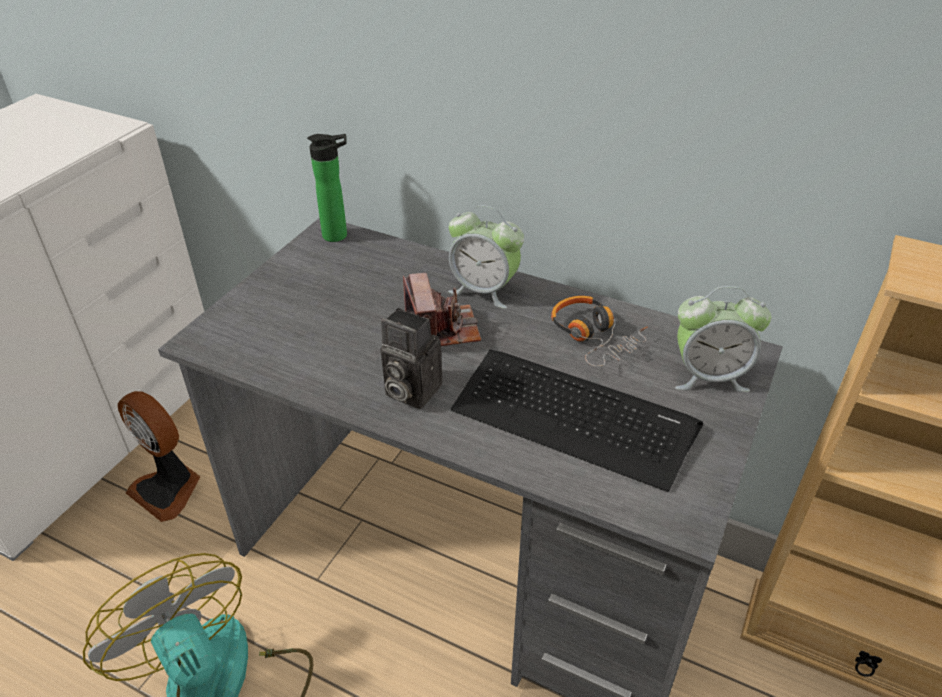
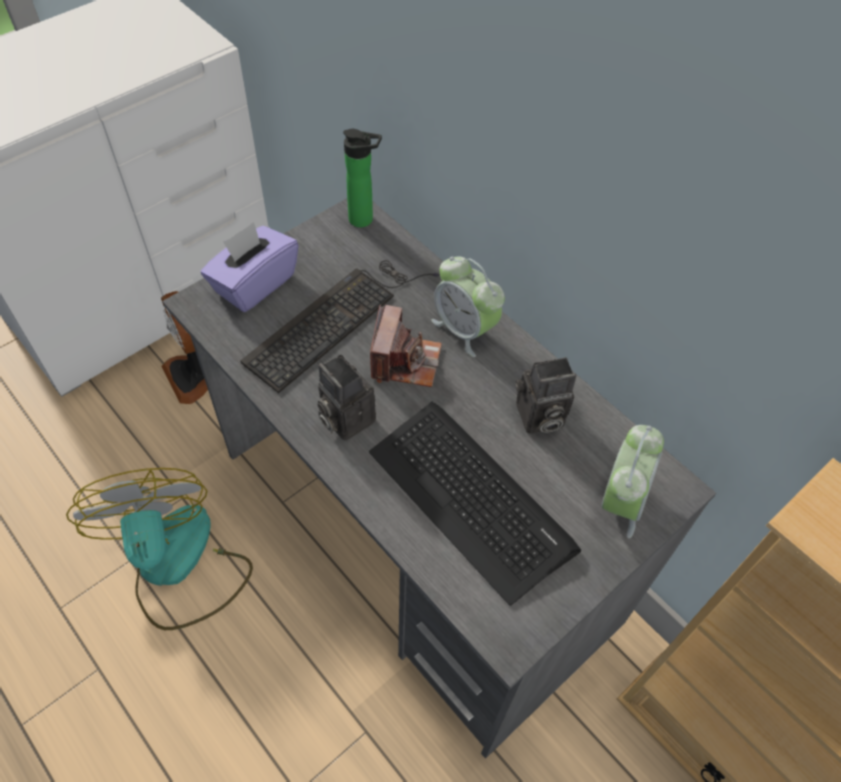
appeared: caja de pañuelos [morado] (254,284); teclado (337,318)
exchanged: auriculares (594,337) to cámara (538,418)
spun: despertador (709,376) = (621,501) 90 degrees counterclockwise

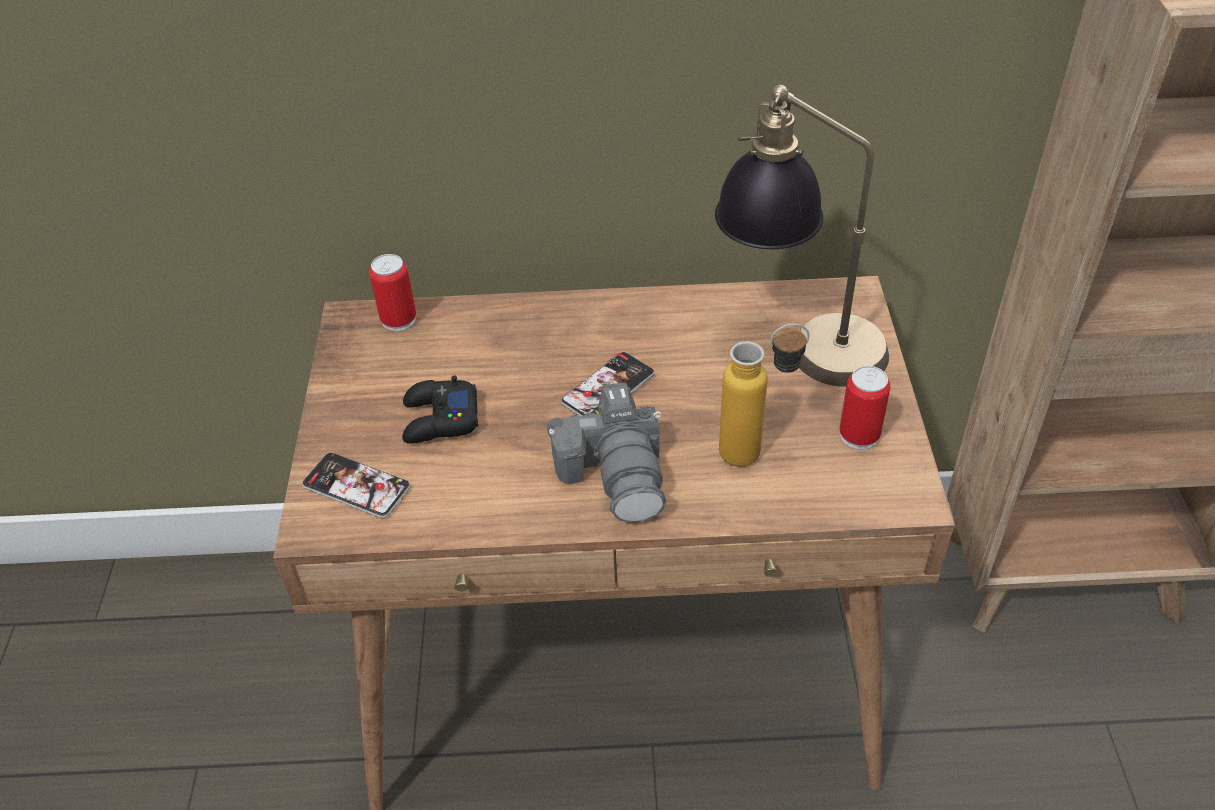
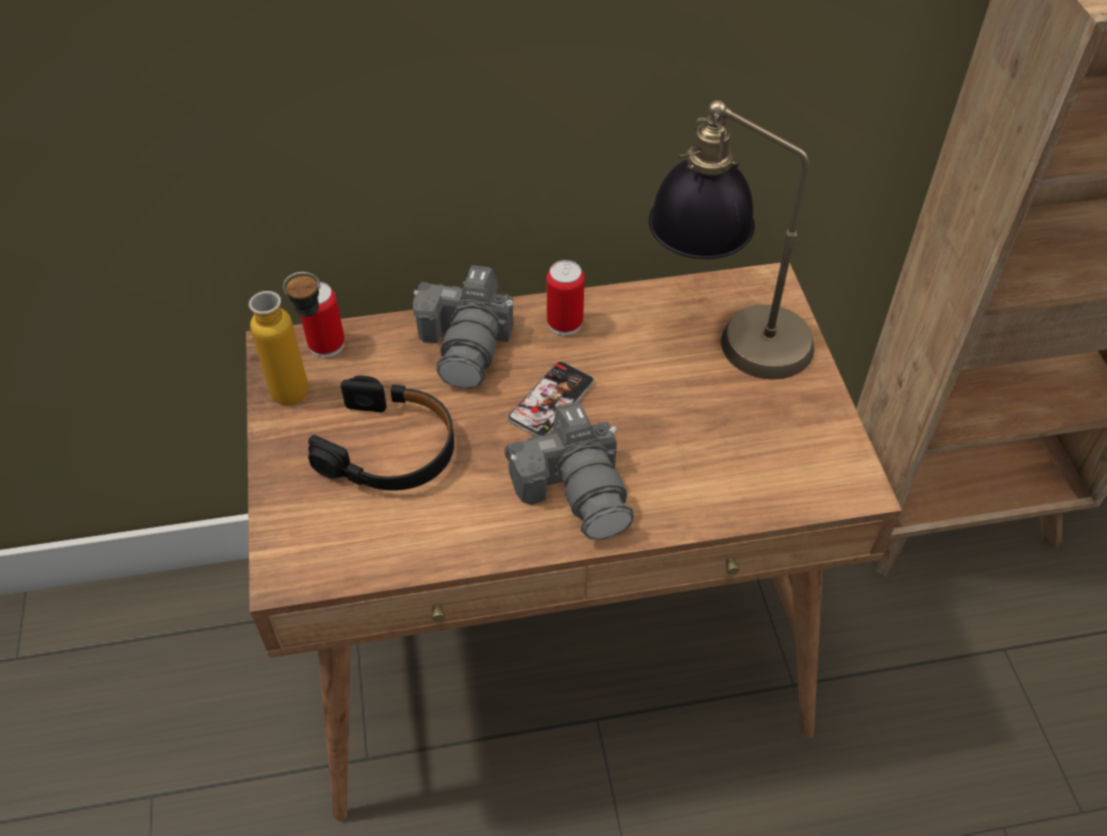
missing: móvil (356,486)
appeared: cámara (467,345)
relocated: botella (757,451) to (306,389); lata (859,435) to (564,323)
exchanged: mando de consola [negro] (439,419) to auriculares [negro] (390,448)

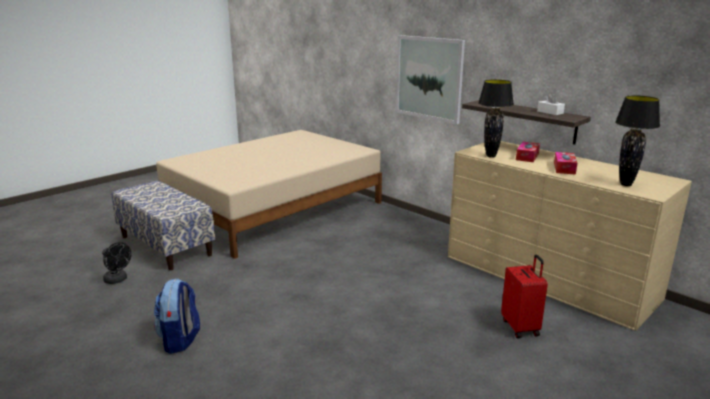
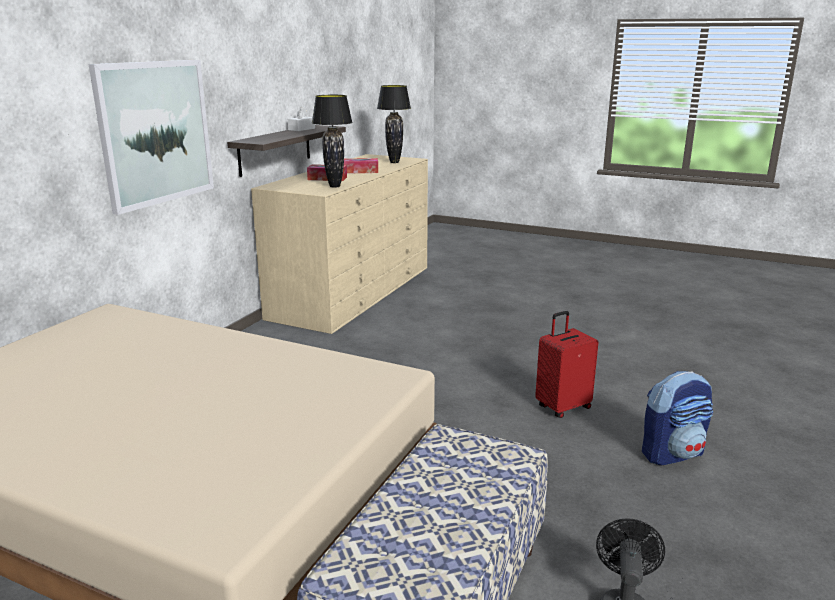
relocated: maleta [rojo] (521,327) to (562,407)

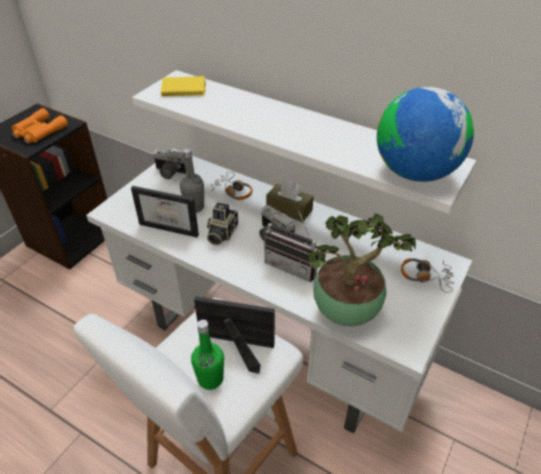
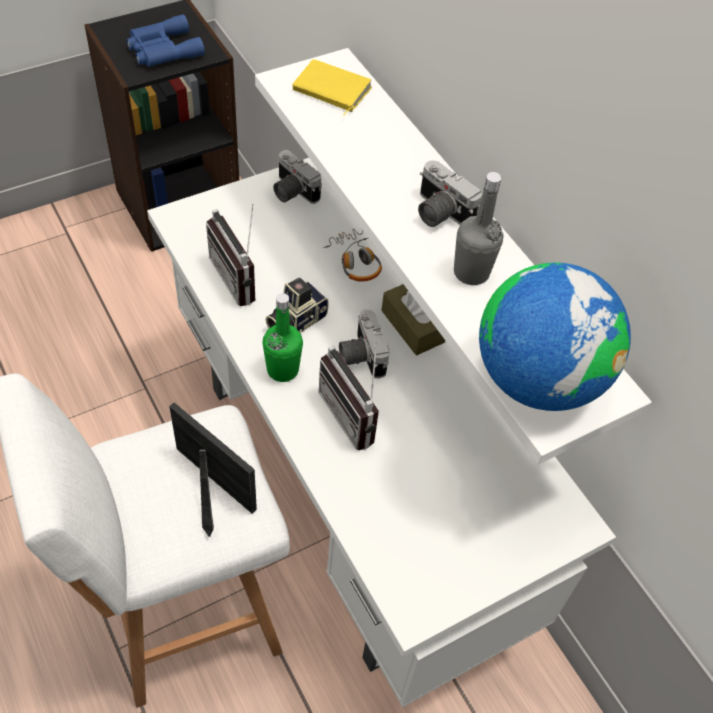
missing: planta en maceta (347,312); auriculares (425,277)
appeared: cámara (438,213)
relocated: botella [gris] (194,207) to (471,272); botella [verde] (210,379) to (282,370)
exchanged: portarretratos (172,226) to radio (241,278)
colour: prismáticos [naranja] (38,131) to prismáticos [azul] (162,49)

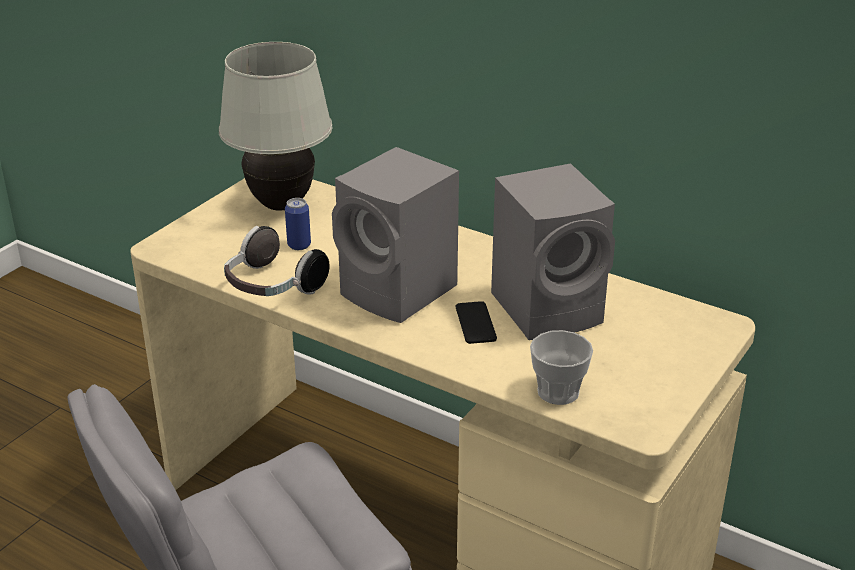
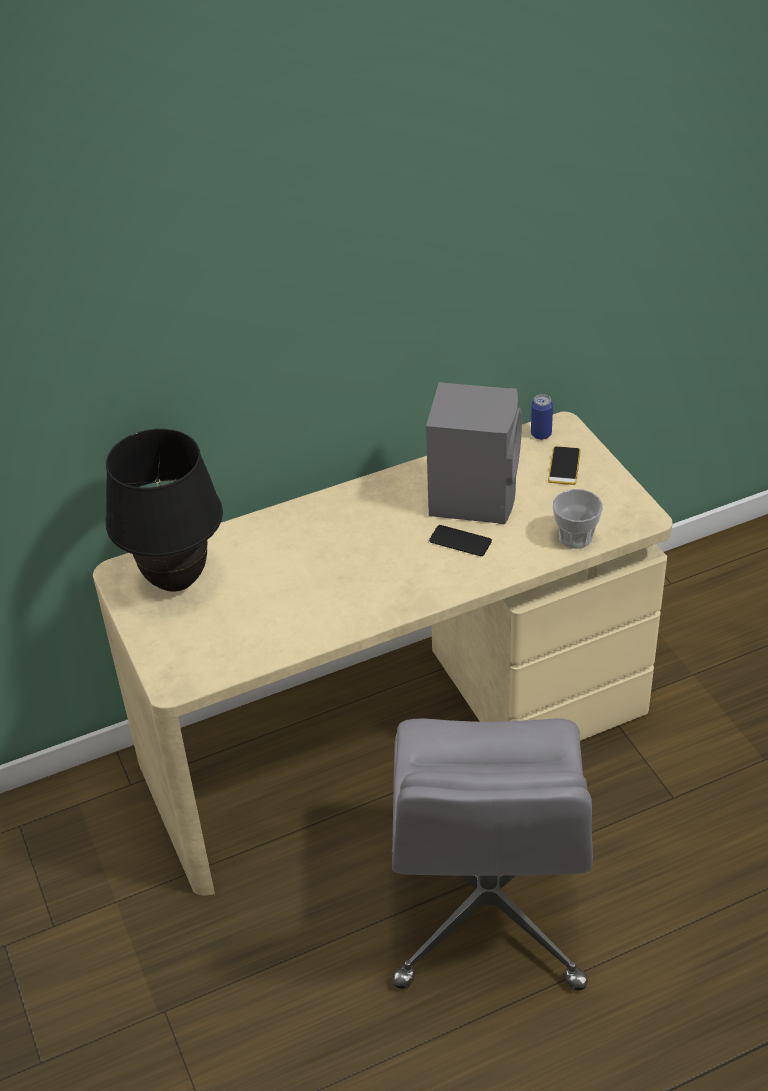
missing: auriculares (272,287); altavoz [gris] (401,293)
appeared: móvil (564,466)
relocated: lata (299,245) to (541,434)
colour: lámpara de mesa [blanco] (281,205) to lámpara de mesa [negro] (177,581)

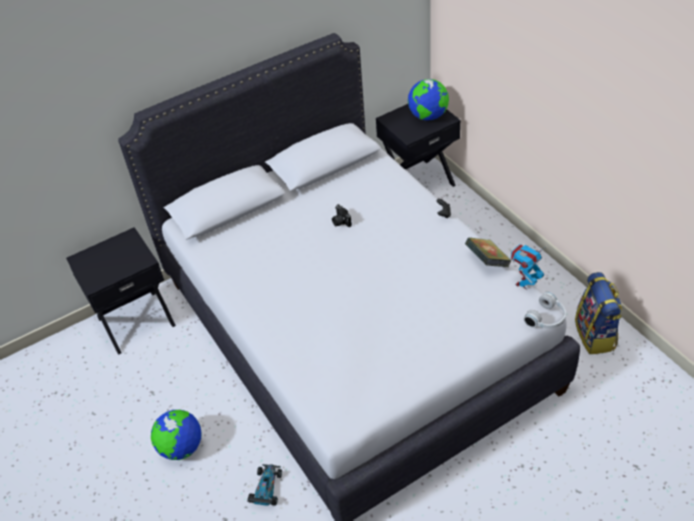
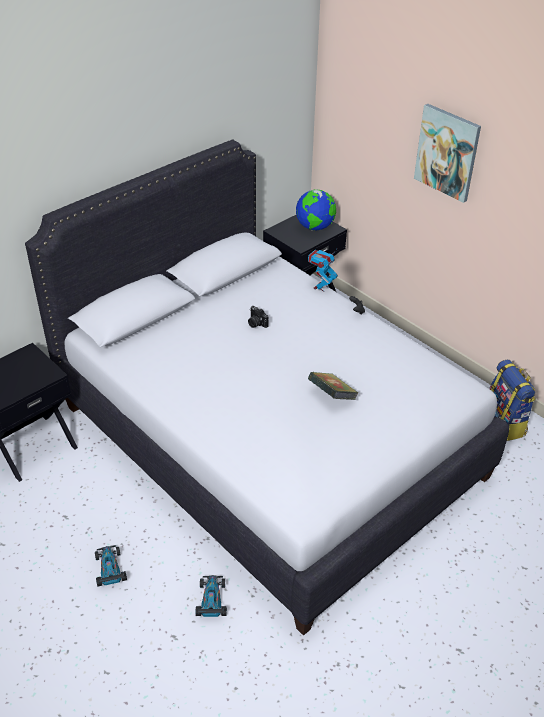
missing: auriculares [blanco] (547,318)
appeared: cuadro (447,152)
relocated: libro (487,261) to (332,396); robot de juguete (524,283) to (321,287)
exchanged: globo terráqueo (181,447) to coche de juguete (109,569)

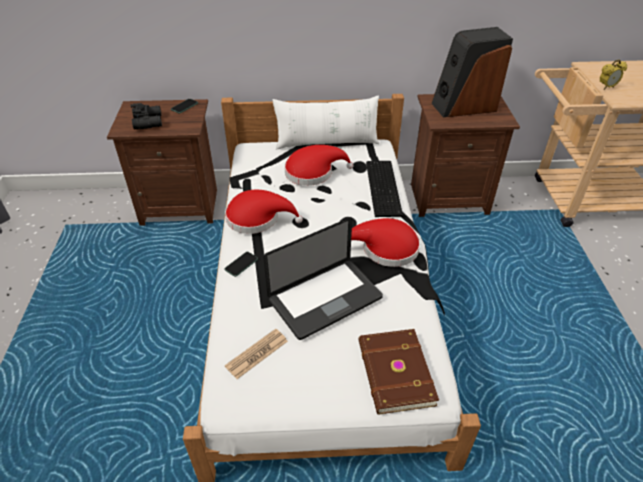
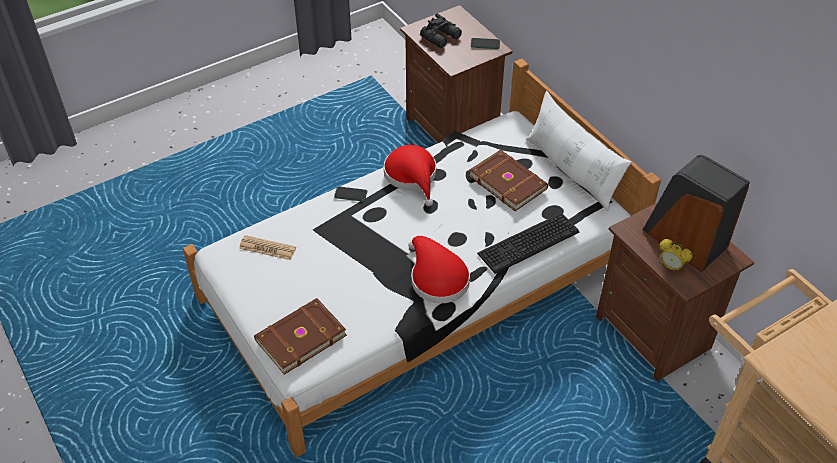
missing: portátil (325,299)
relocated: despertador (606,87) to (671,267)
exchanged: sombrero [rojo] (313,172) to libro [marrón] (508,181)

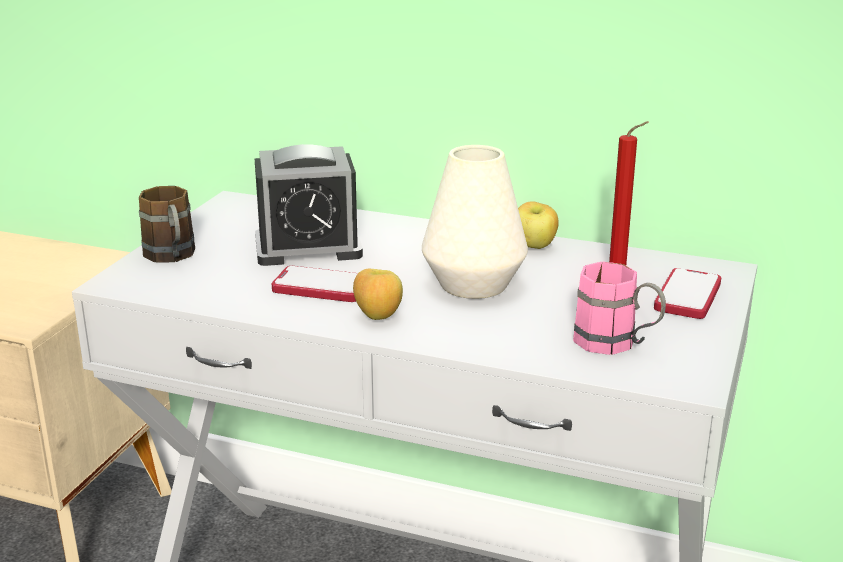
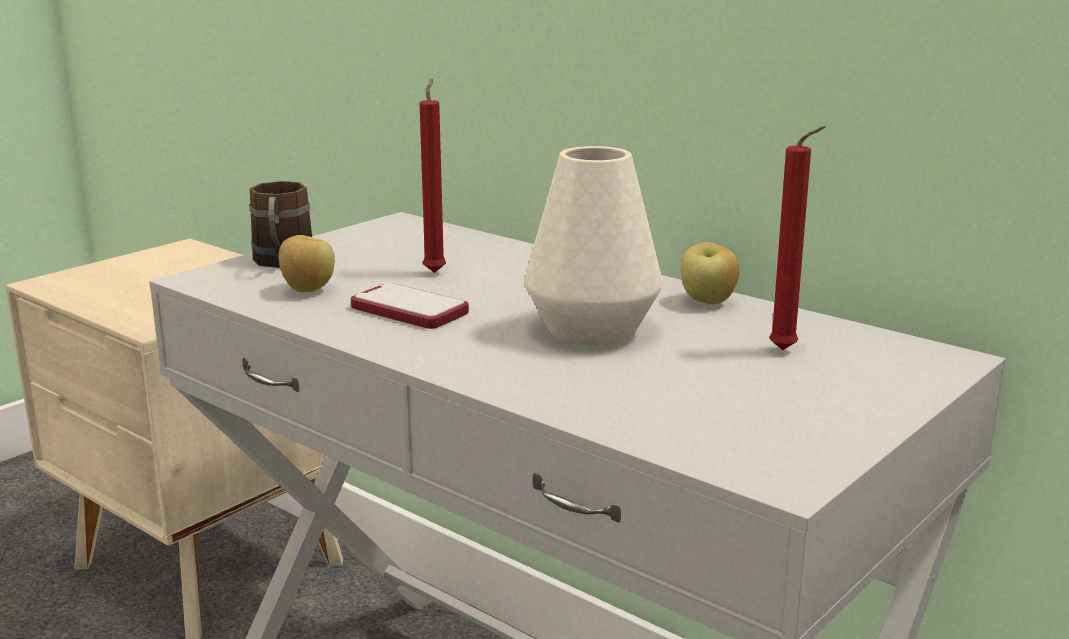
missing: taza grande [rosa] (617,344); móvil (687,296)
relocated: manzana (377,316) to (307,290)
exchanged: despertador (308,247) to vela [rojo] (435,271)

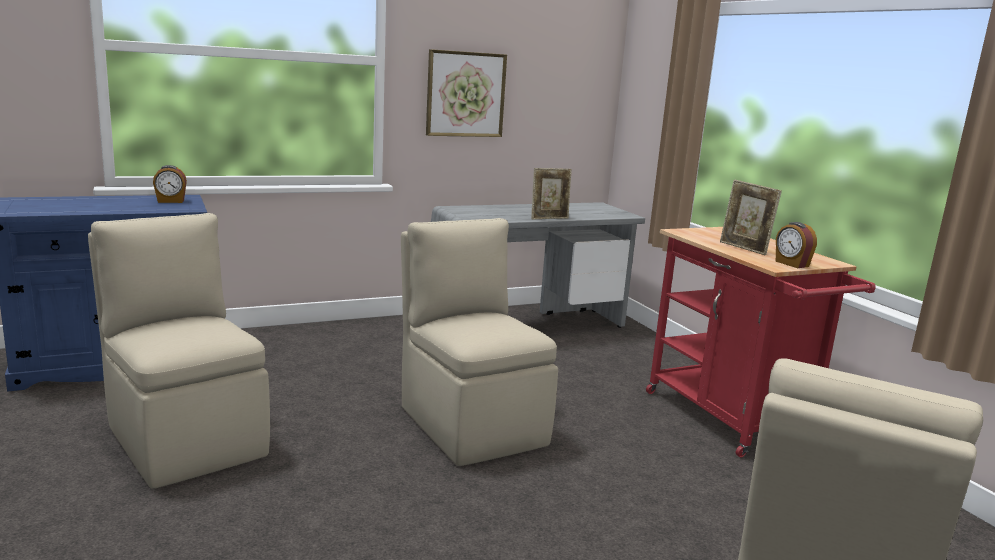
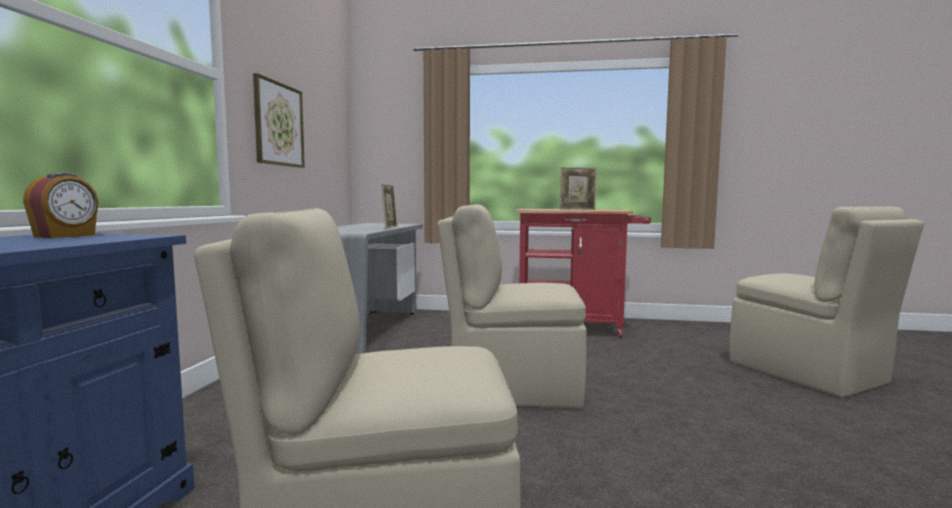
missing: despertador (791,264)

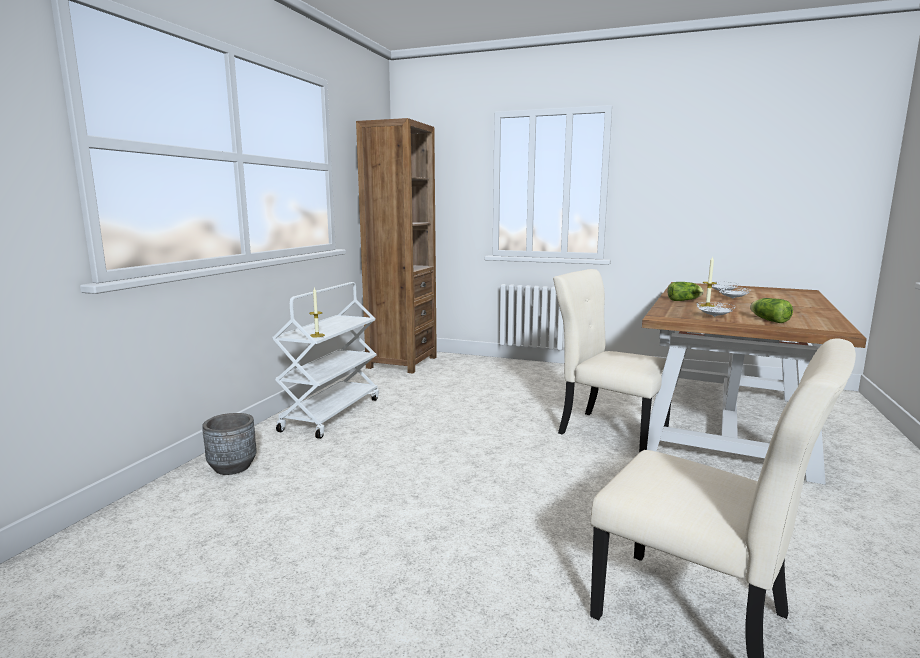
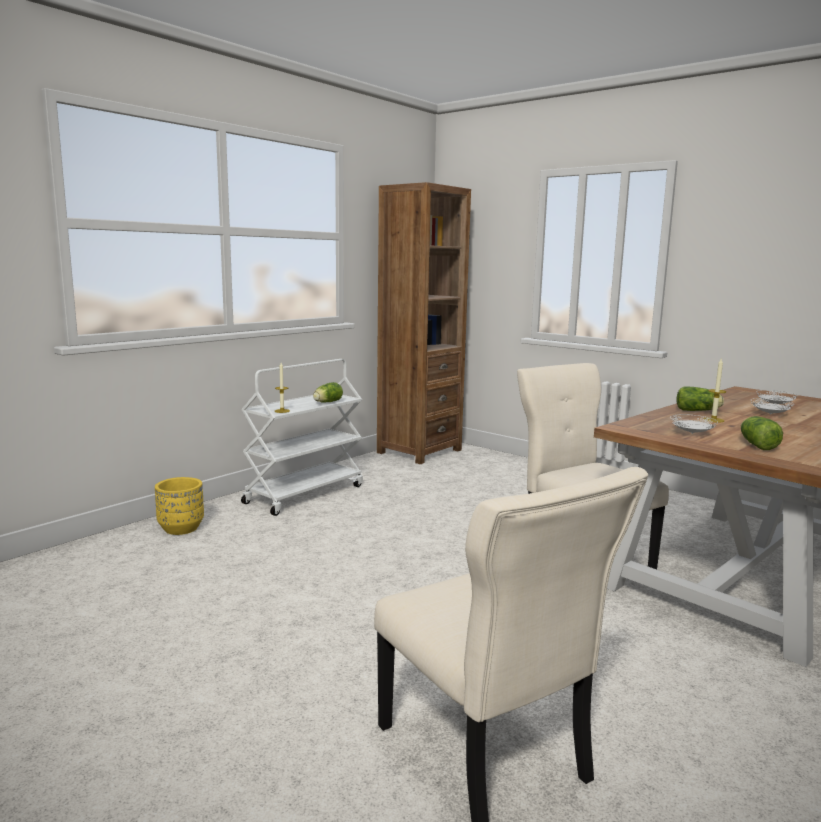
appeared: lechuga (326,402)
colour: maceta [gris] (232,467) to maceta [amarillo] (181,528)

